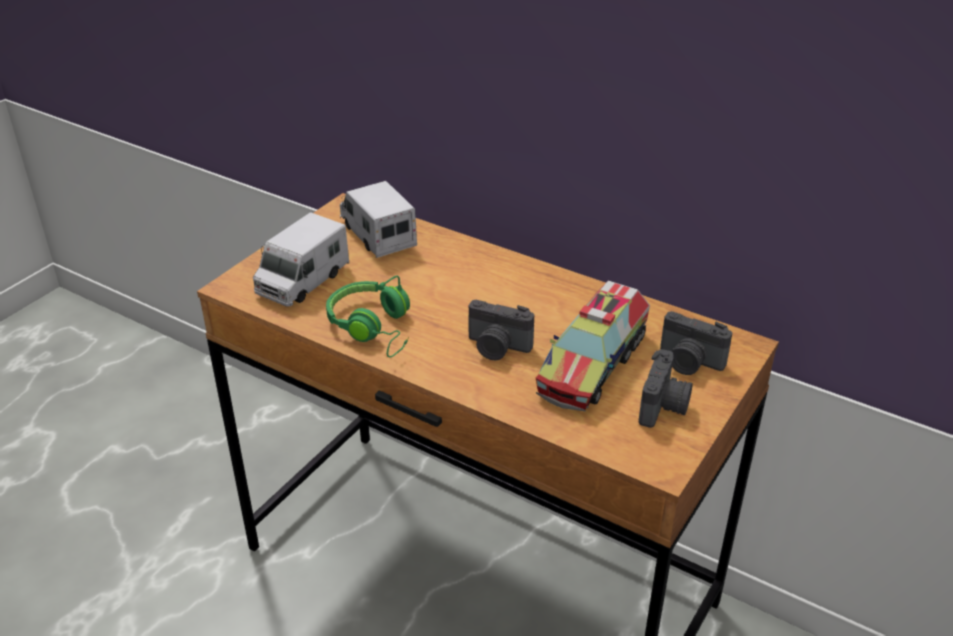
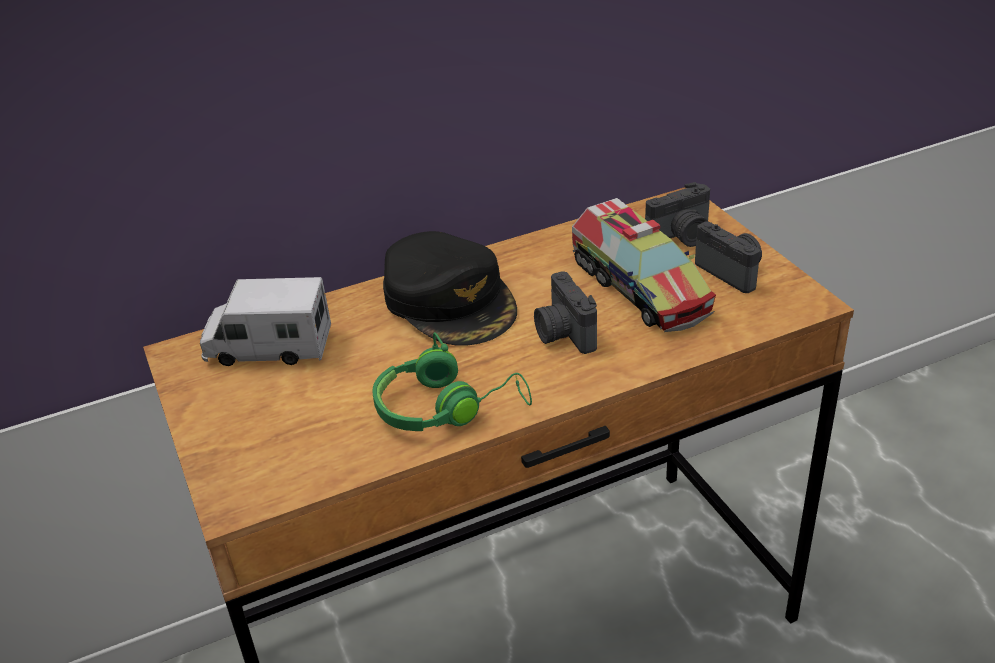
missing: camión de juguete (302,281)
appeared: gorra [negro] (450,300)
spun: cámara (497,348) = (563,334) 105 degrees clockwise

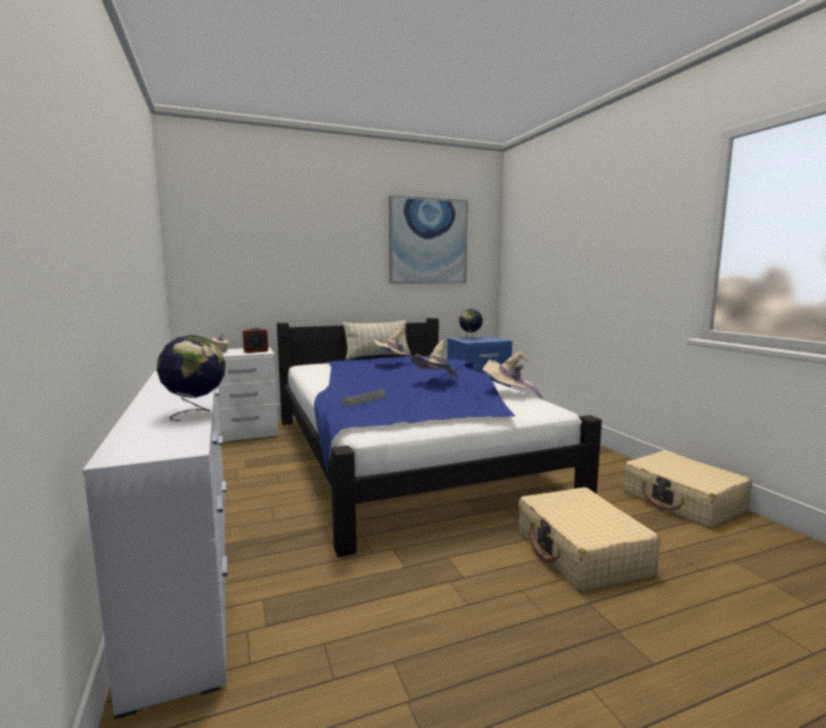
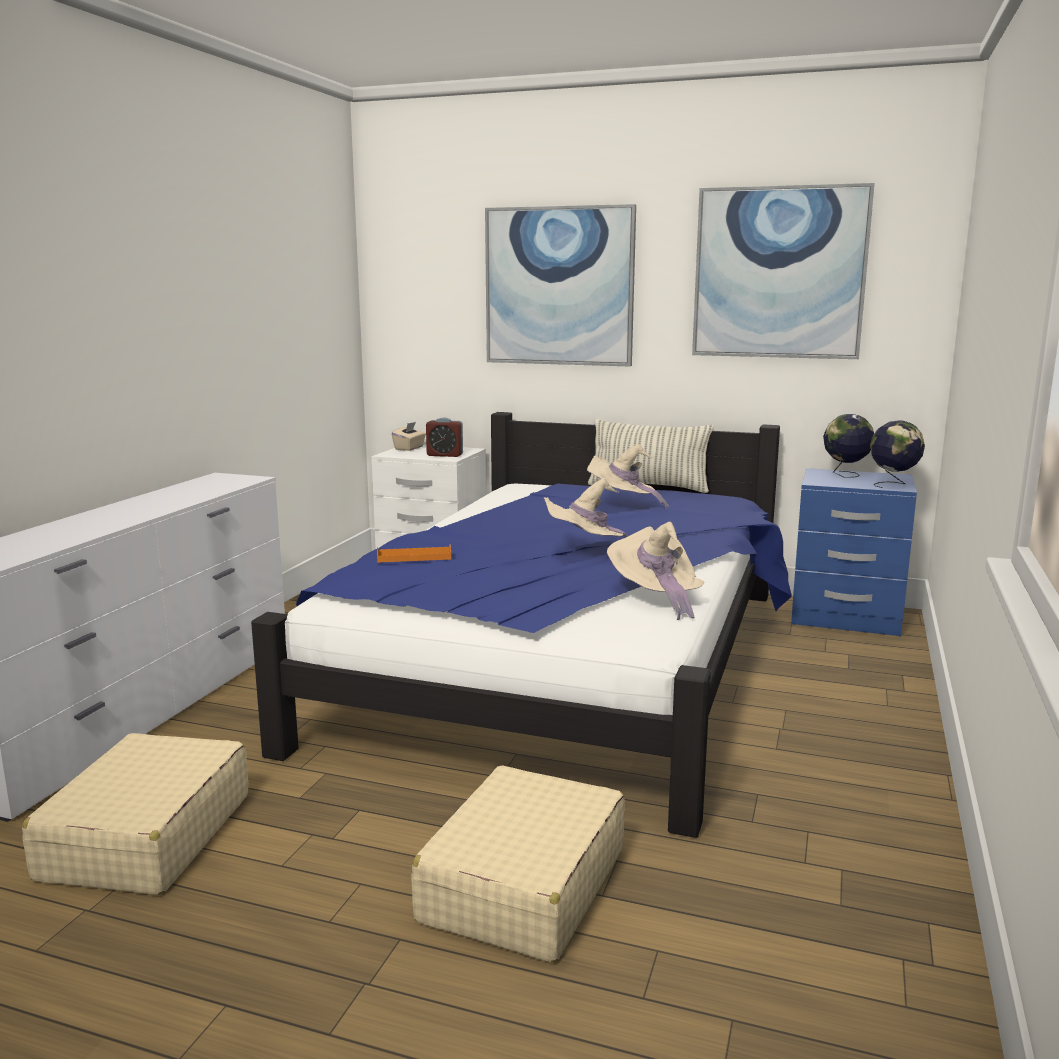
appeared: cuadro (559,286)
relocated: globo terráqueo (195,413) to (893,484); maleta [beis] (682,501) to (146,836)
colour: bandeja [gris] (363,400) to bandeja [naranja] (414,557)

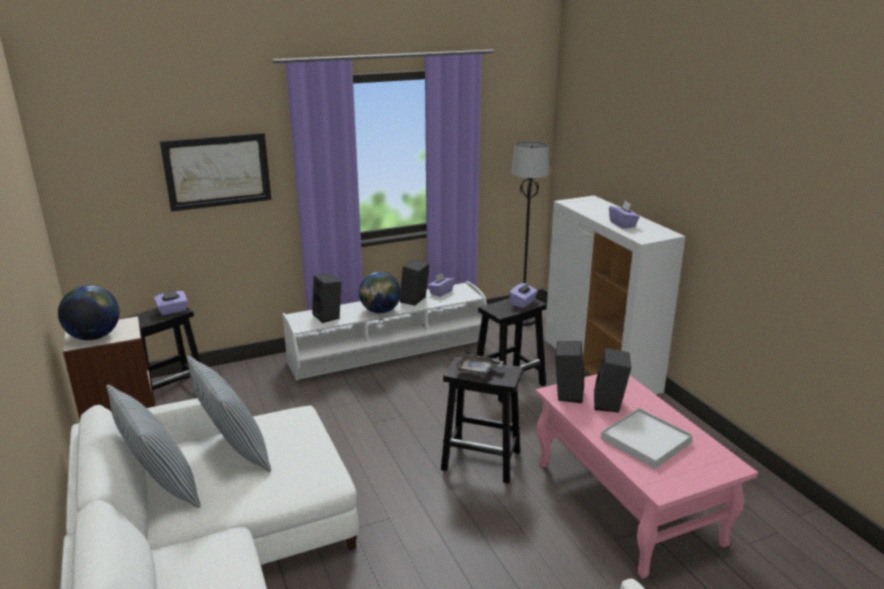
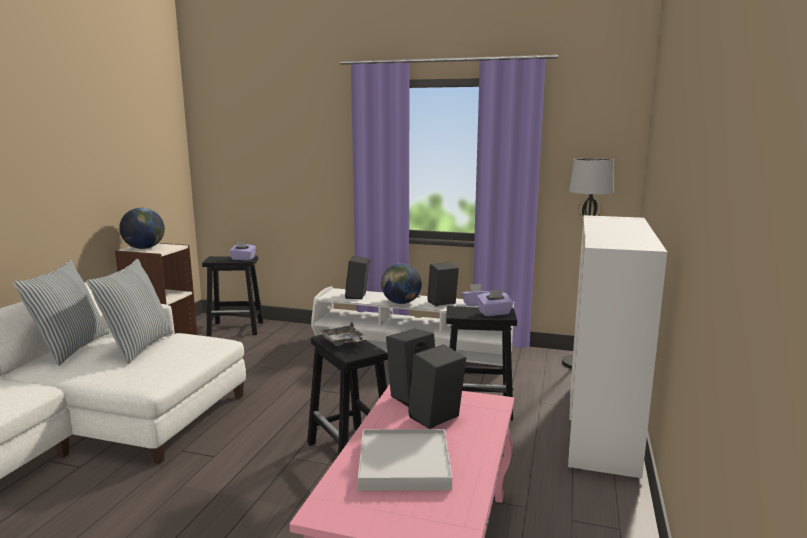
missing: cuadro (217,171); caja de pañuelos [morado] (622,224)

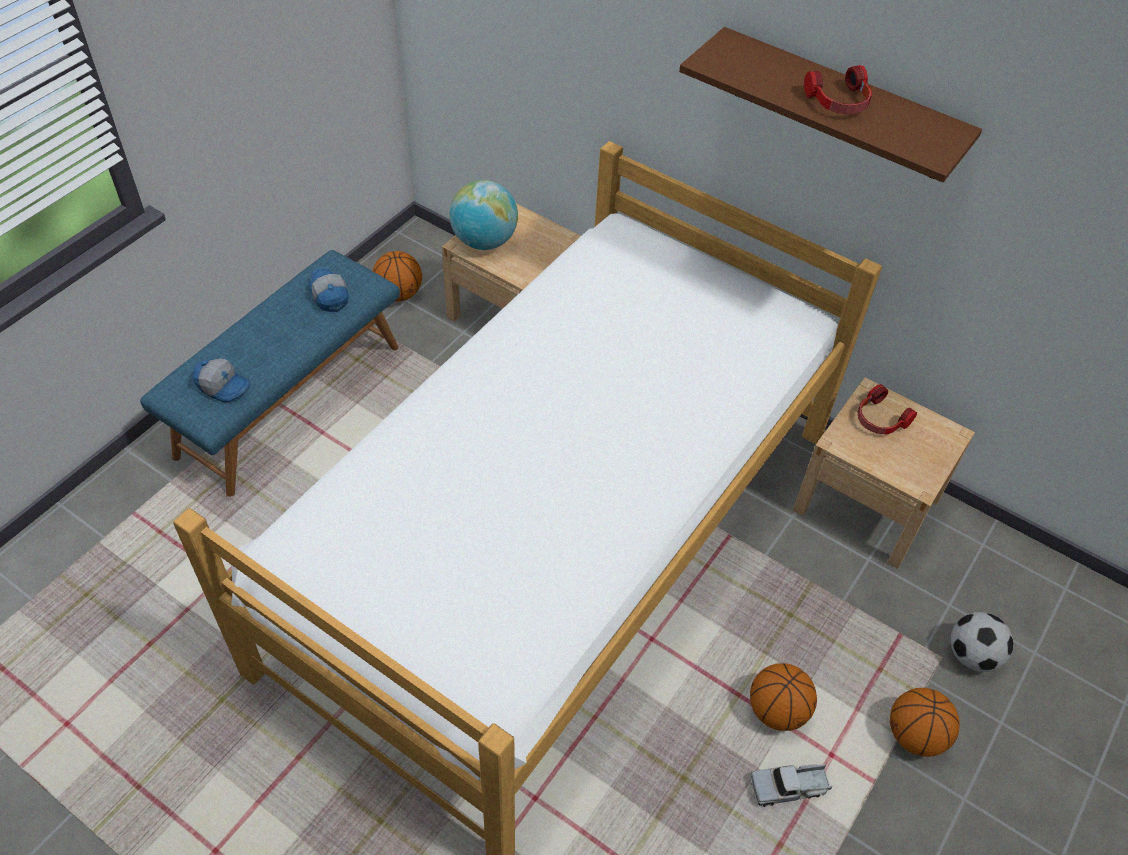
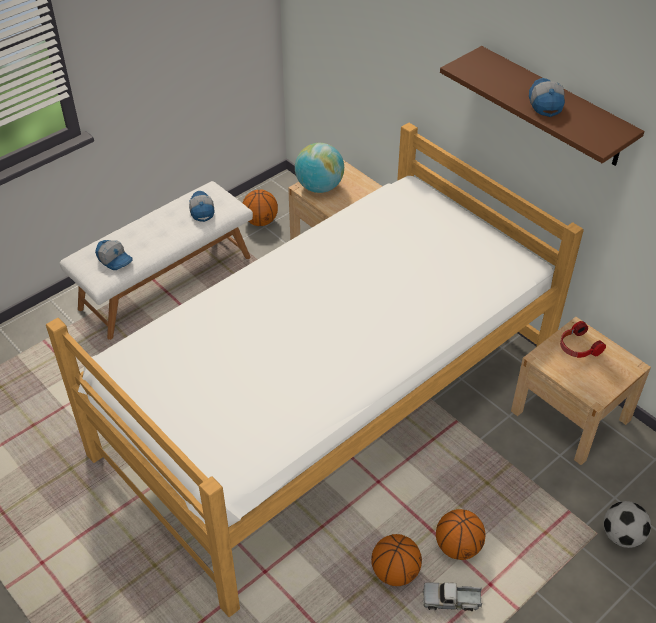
relocated: balón de baloncesto (915,735) to (395,572)
exchanged: auriculares (839,102) to gorra (544,103)
colour: banco [azul] (289,399) to banco [blanco] (166,282)

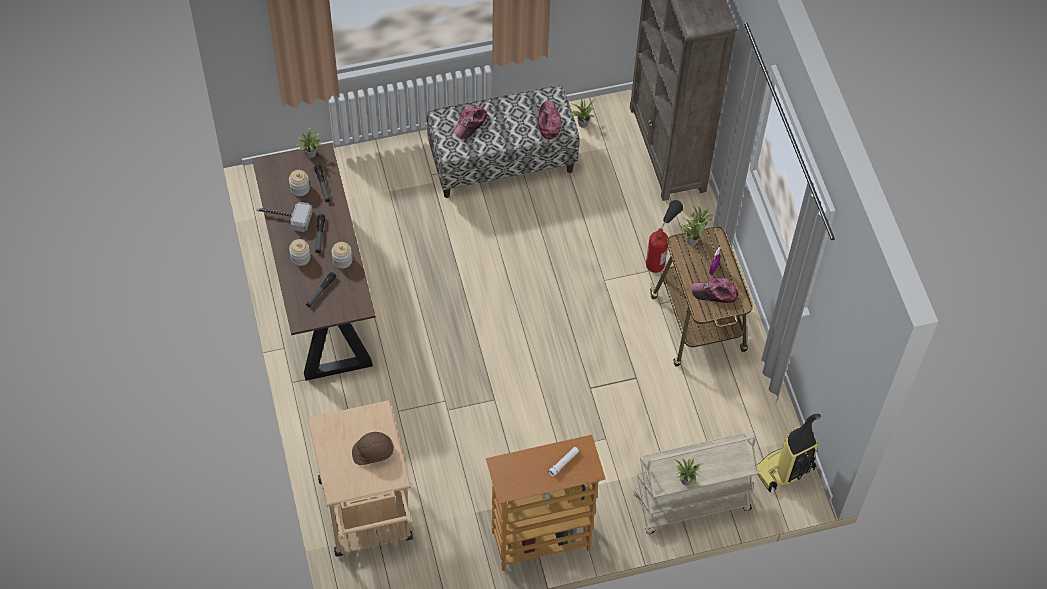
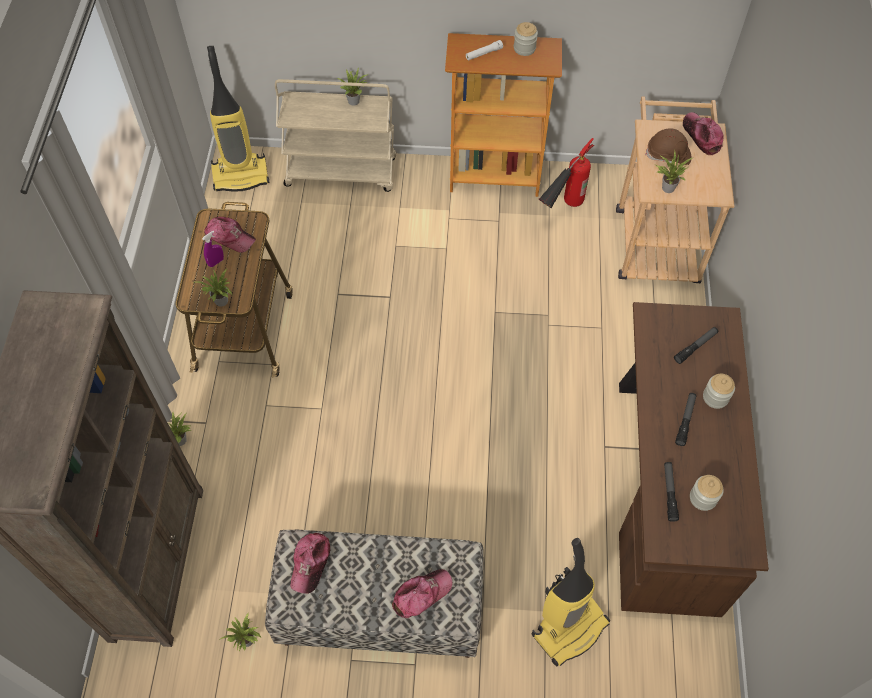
missing: martillo (283,217)
appeared: aspiradora (569,627); gorra (701,136)
relocated: planta en maceta (311,154) to (667,187); tarro (342,260) to (524,48); extintor (661,251) to (562,210)

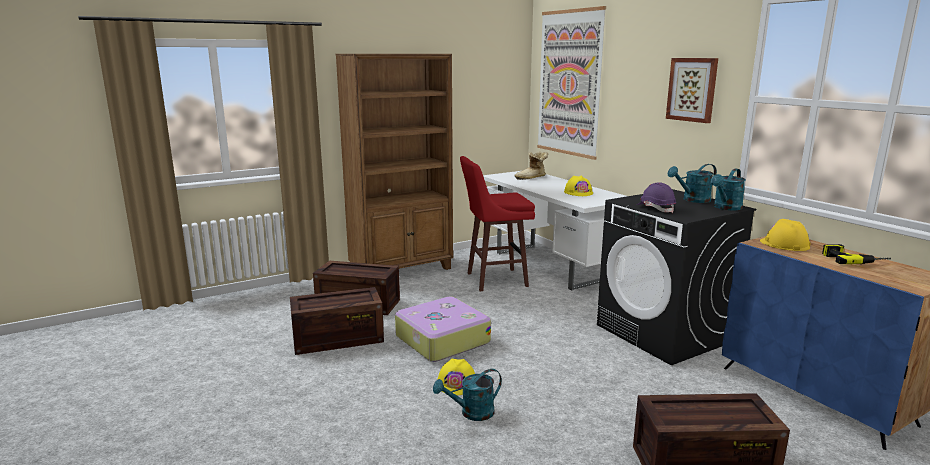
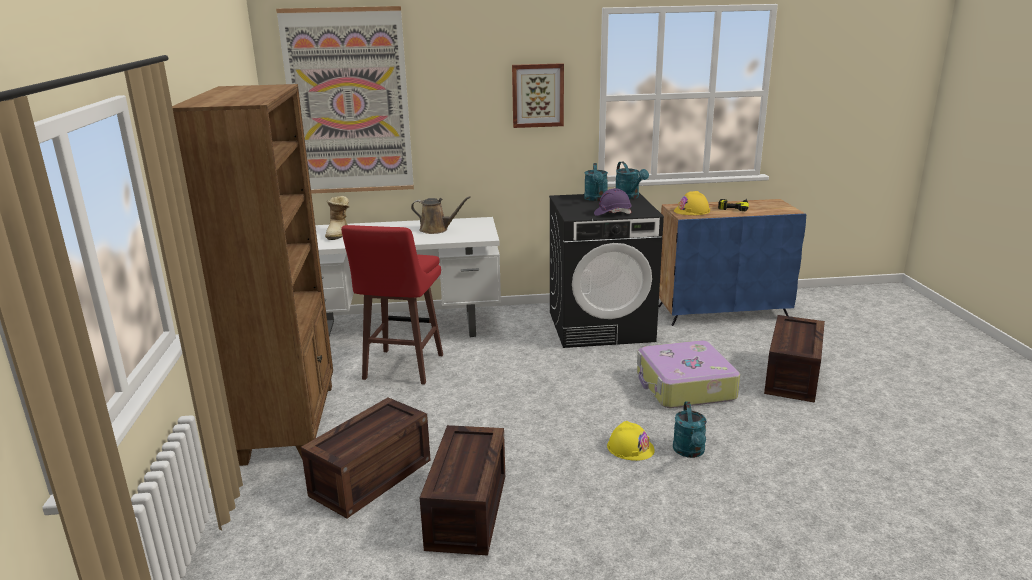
relocated: maleta (441,339) to (684,387)
exchanged: casco [amarillo] (578,192) to regadera [marrón] (436,230)

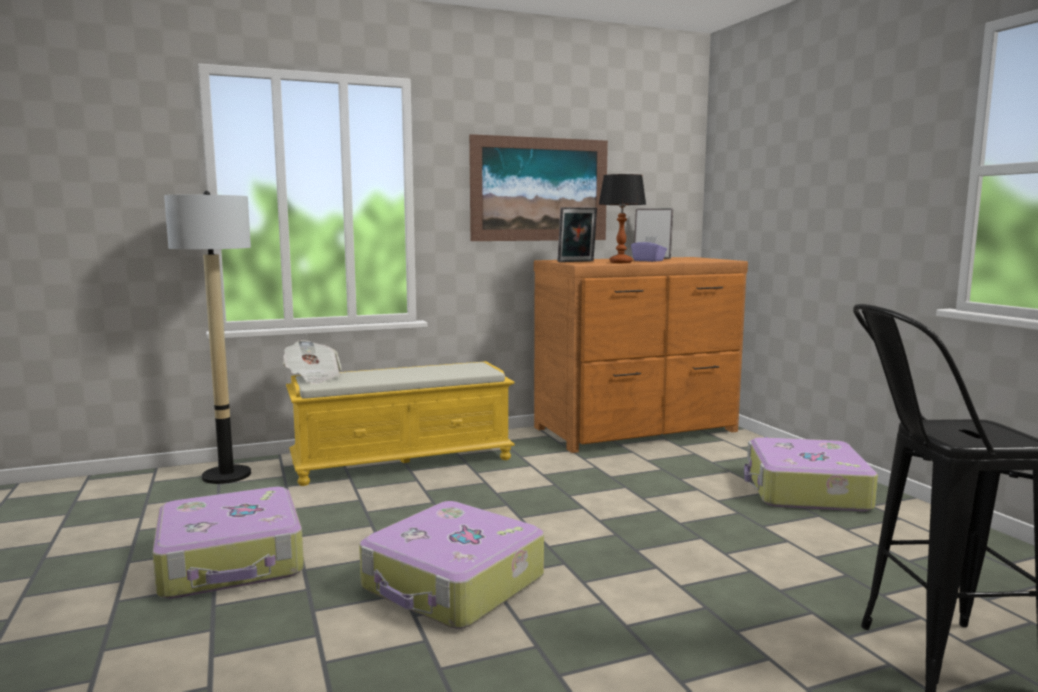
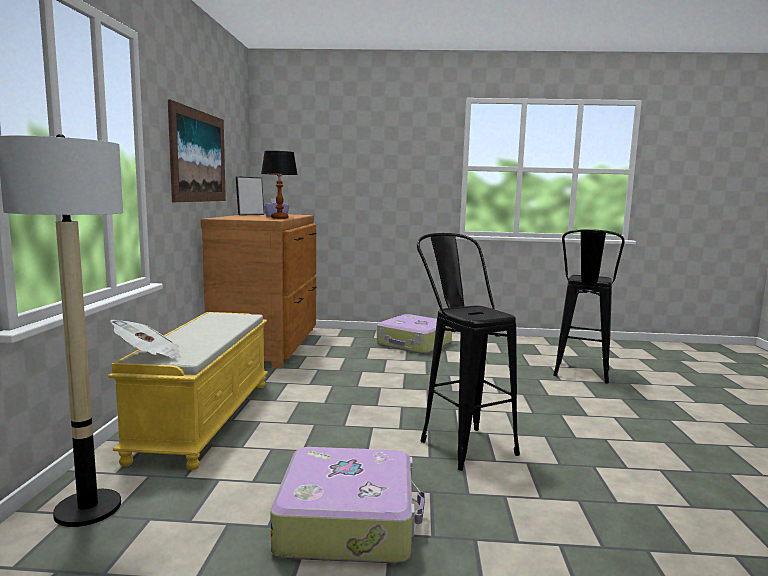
missing: portarretratos (577,261)
exchanged: maleta (453,584) to taburete [negro] (460,442)

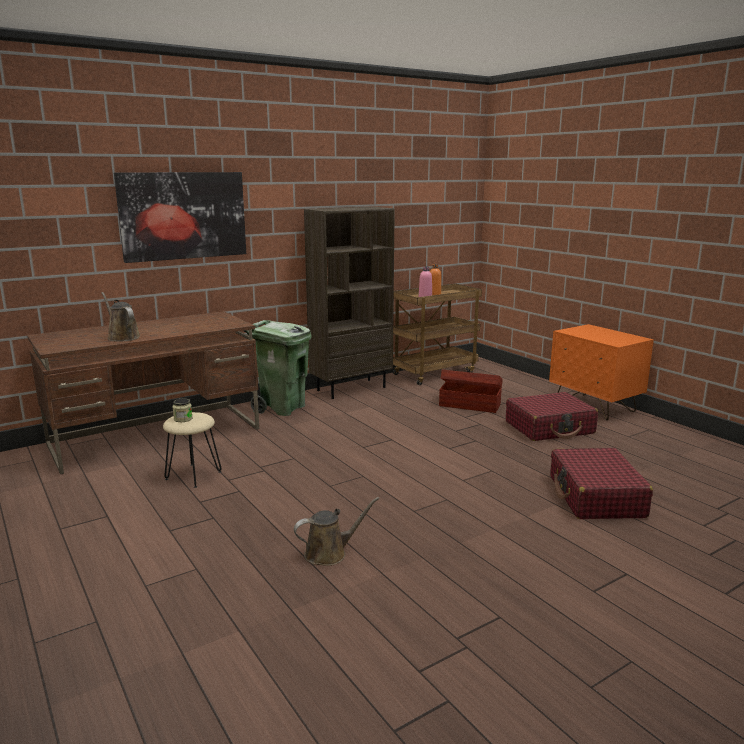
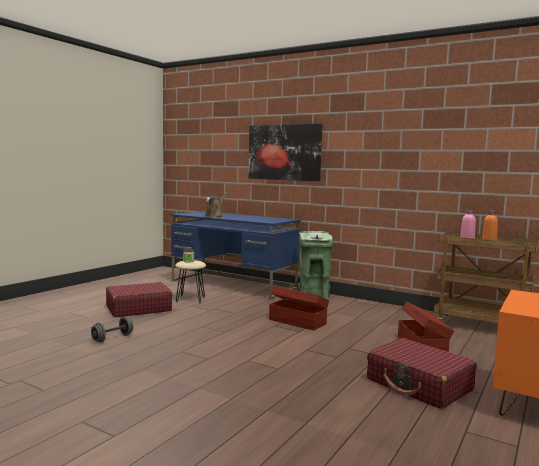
missing: estantería [marrón] (351,388)
appeared: caja de almacenaje [marrón] (297,321)
relocated: maleta [rojo] (596,497) to (138,308)
exchanged: regadera [marrón] (329,553) to mancuerna [gris] (112,338)
colour: escritorio [marrón] (156,436) to escritorio [azul] (233,285)

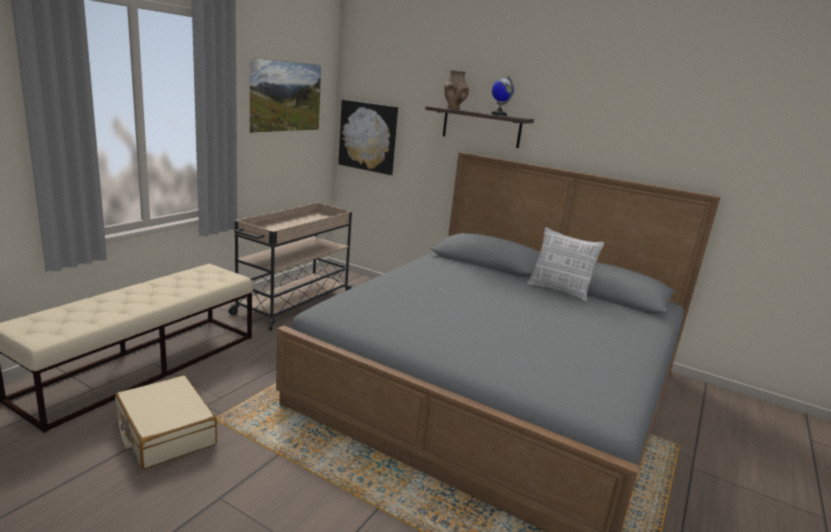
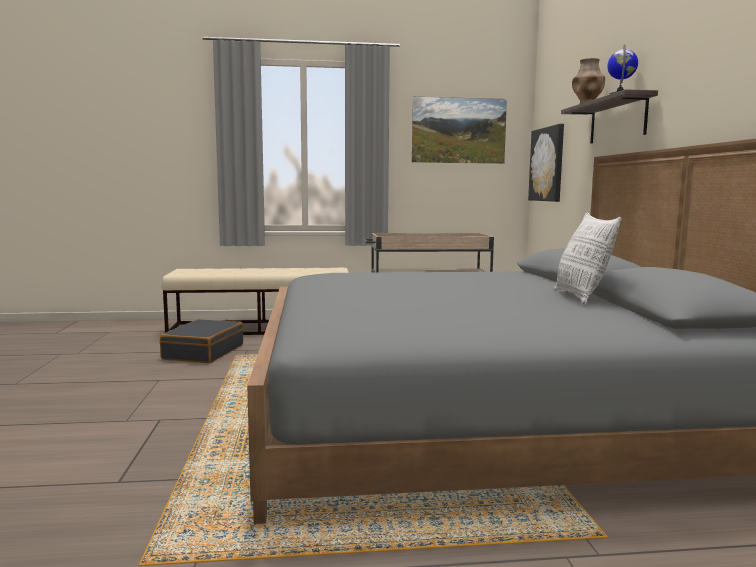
colour: maleta [beis] (165,432) to maleta [negro] (203,352)

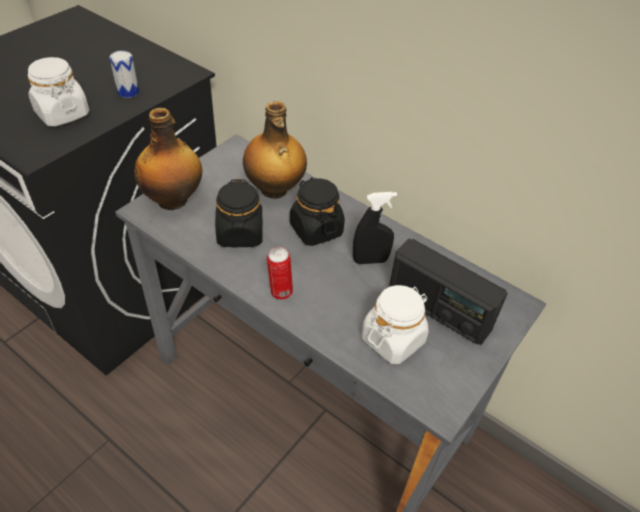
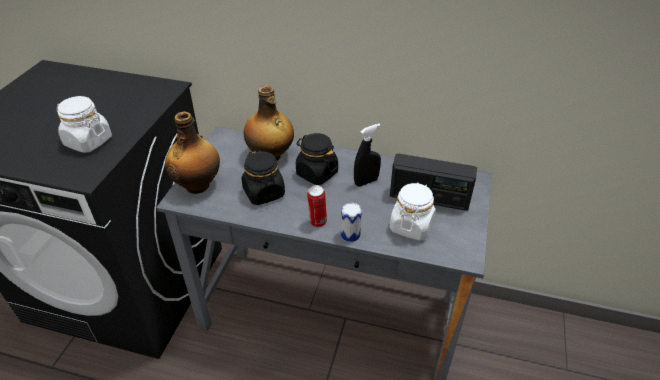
relocated: lata (128,92) to (350,235)

